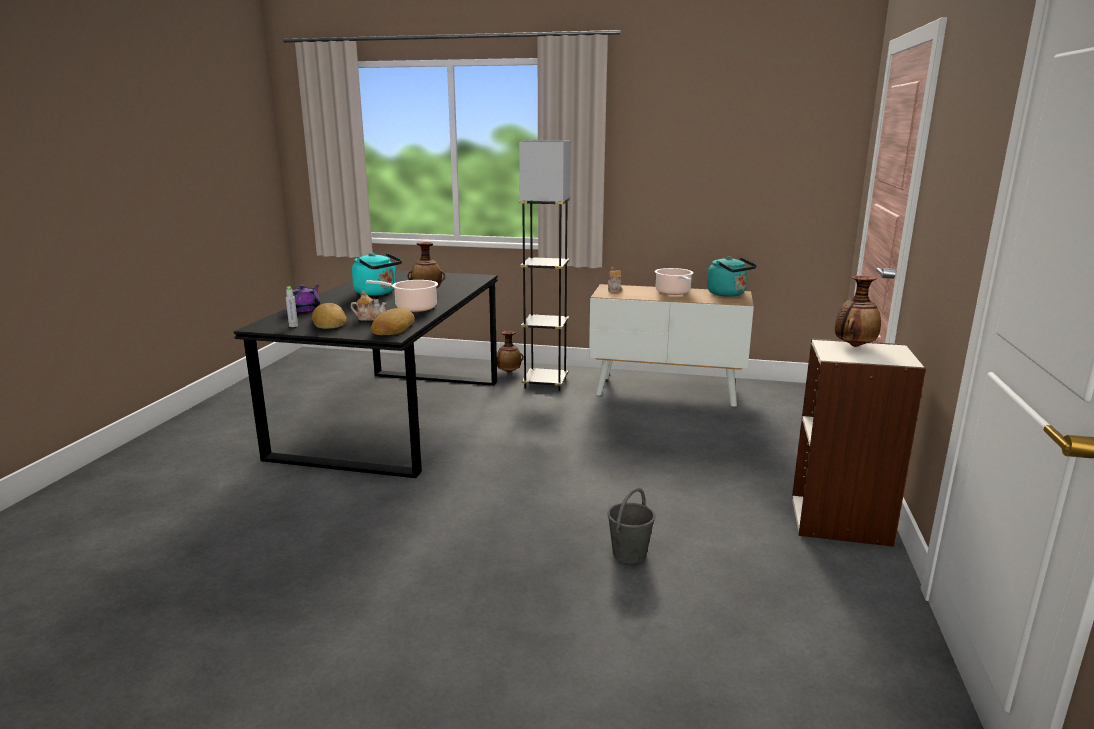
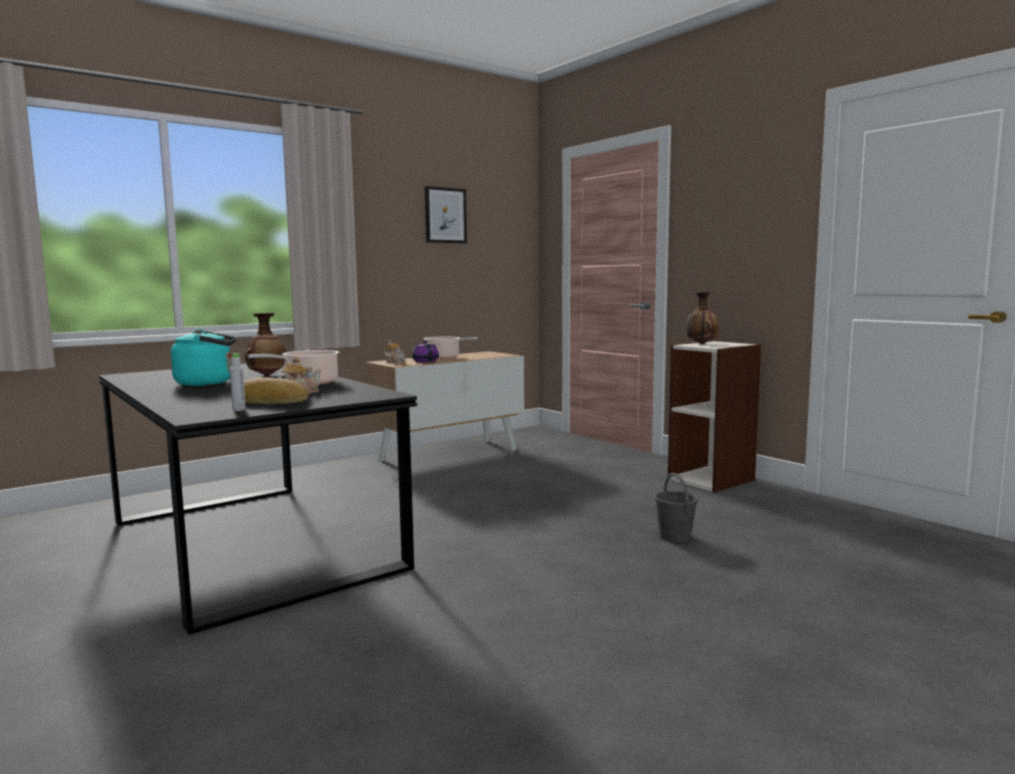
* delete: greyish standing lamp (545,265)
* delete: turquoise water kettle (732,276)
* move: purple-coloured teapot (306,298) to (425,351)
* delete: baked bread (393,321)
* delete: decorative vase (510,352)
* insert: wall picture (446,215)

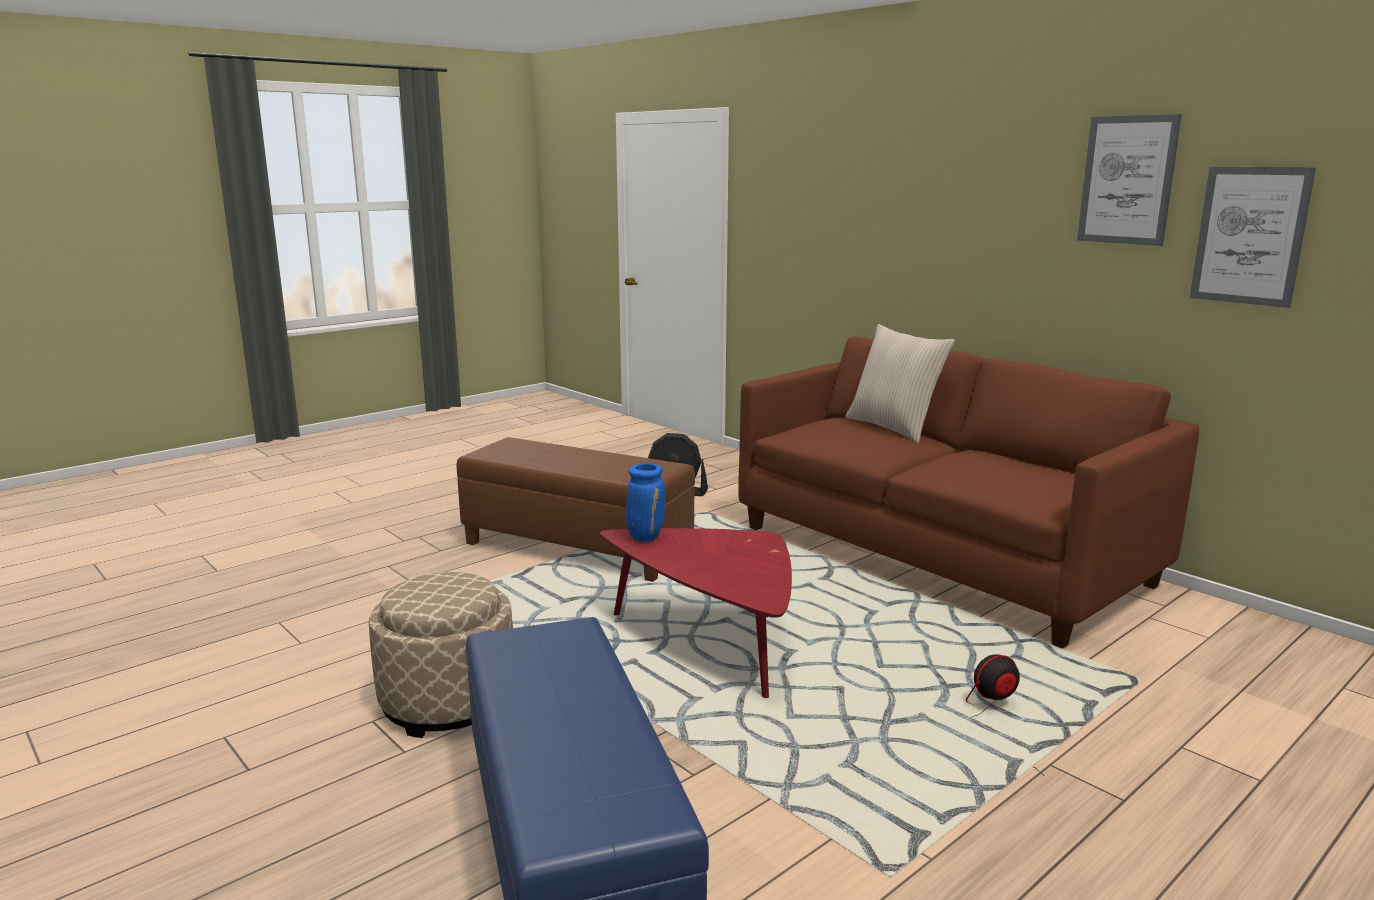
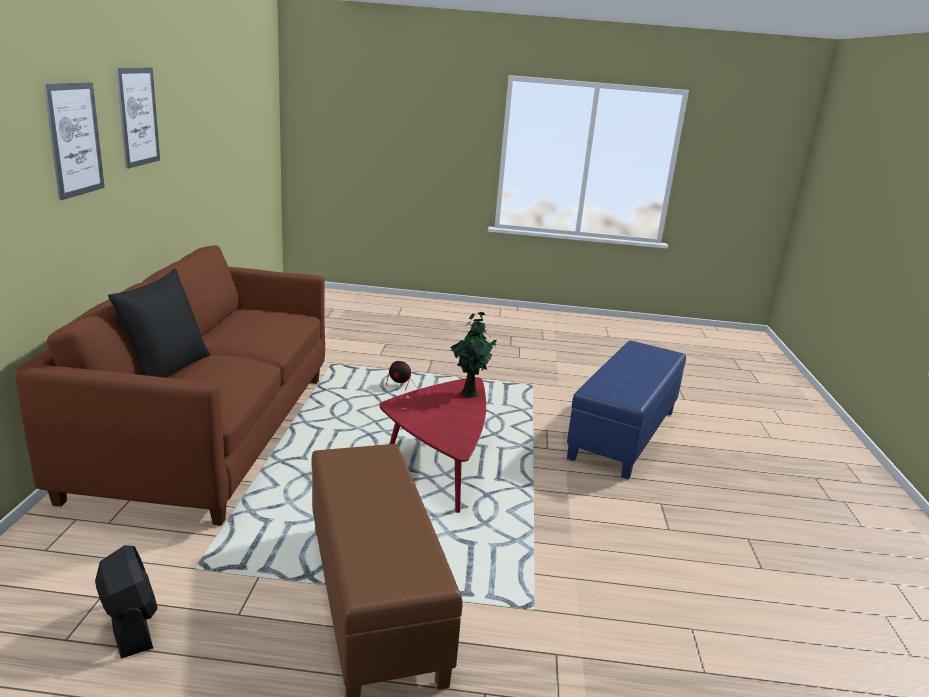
* move: wall picture (1253,237) to (74,141)
* recolor: beige-coloured throw pillow (900,383) to blackish throw pillow (159,323)
* delete: blue decorative vase (645,502)
* delete: beige-coloured pouffe (441,655)
* insert: potted plant (473,355)

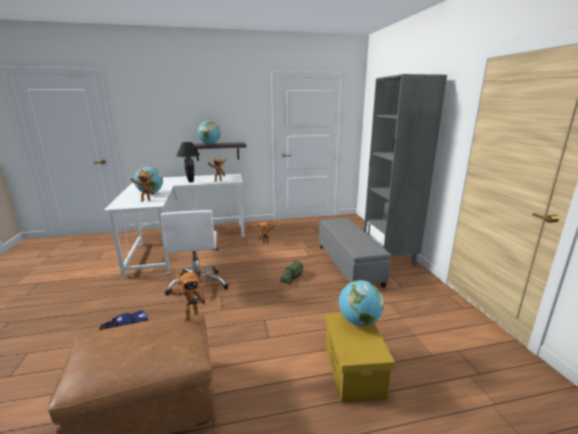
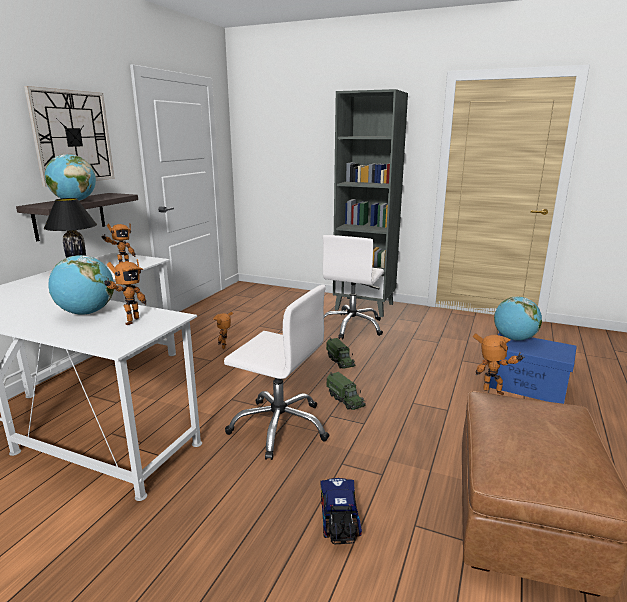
* replace: greyish pouffe (355,253) to white-coloured computer chair (353,287)
* rotate: model robot (186,295) = (499,364) 45 degrees counterclockwise
* recolor: yellow-coloured storage box (360,358) to blue storage box (533,368)
* insert: wall clock (69,136)
* insert: toy truck (346,391)

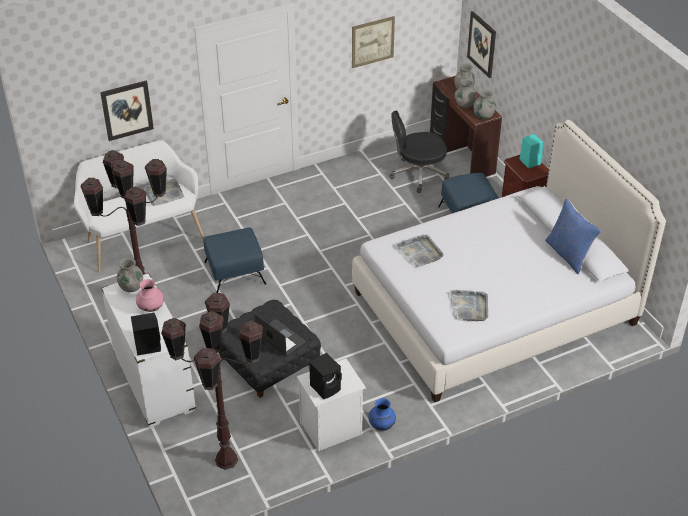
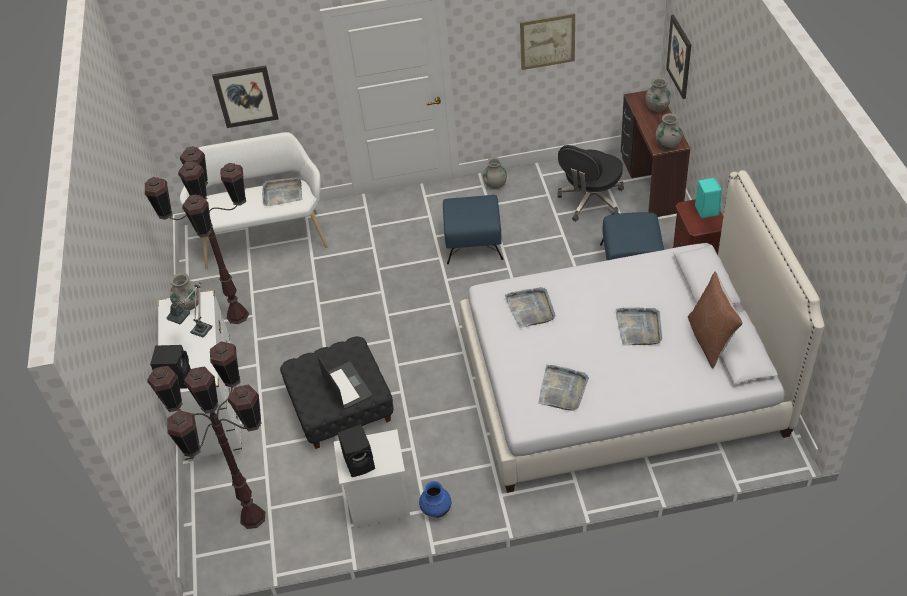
* move: greyish decorative vase (466,93) to (495,173)
* rotate: blackish computer chair (419,152) = (590,183) 60 degrees counterclockwise
* recolor: blue throw pillow (573,236) to brownish throw pillow (715,320)
* move: blue pouffe (234,260) to (473,229)
* replace: pink decorative vase (150,295) to table lamp (189,310)
* insert: greyish tray (639,326)

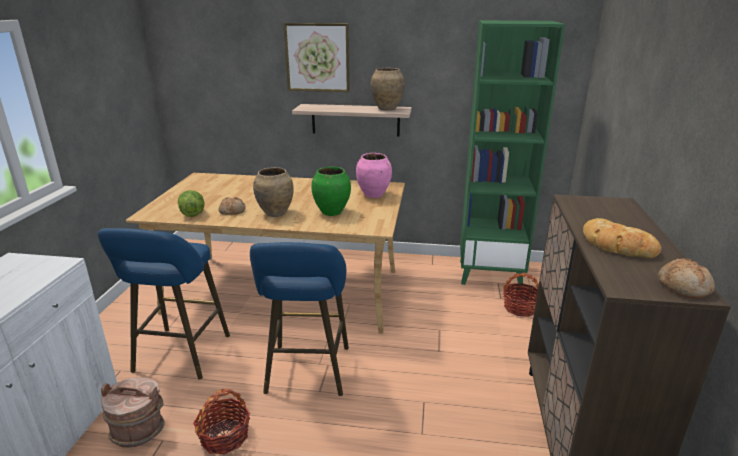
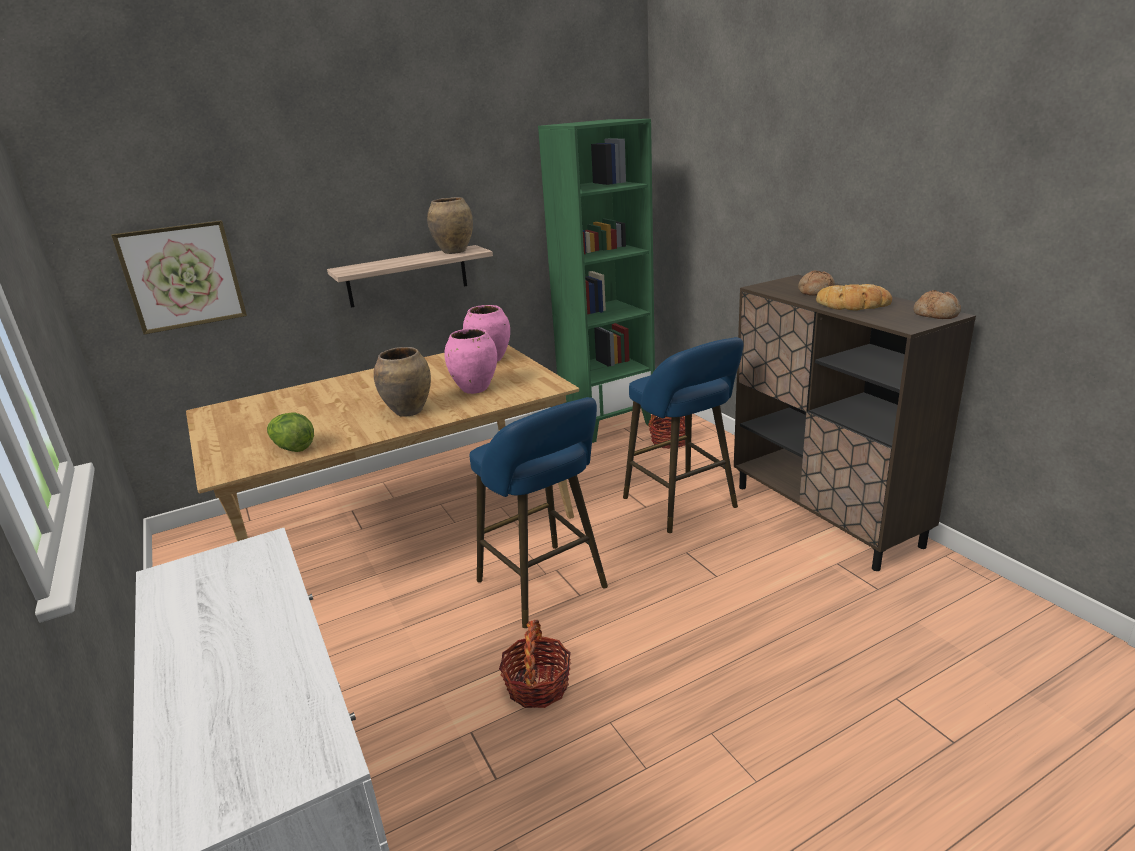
* move: wall picture (316,57) to (179,277)
* recolor: green decorative vase (331,191) to pink decorative vase (471,361)
* move: baked bread (232,206) to (816,283)
* move: blue stool (164,304) to (683,435)
* delete: brownish pail (133,412)

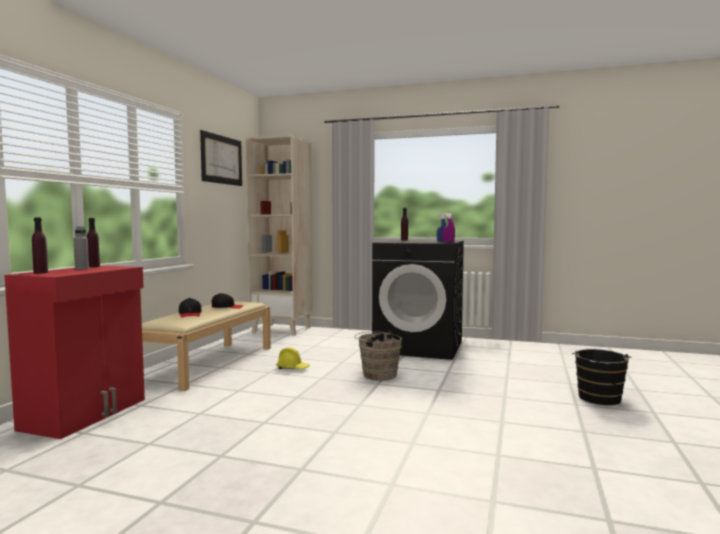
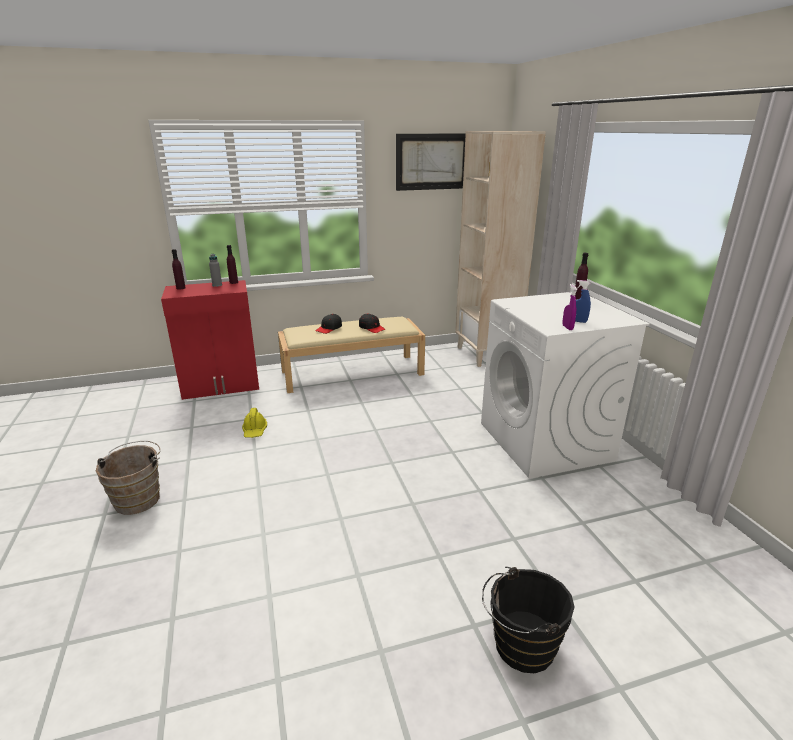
* recolor: blackish laundry appliance (418,300) to white-coloured laundry appliance (565,385)
* move: brownish pail (378,356) to (128,478)
* move: yellow-coloured safety helmet (293,358) to (254,423)

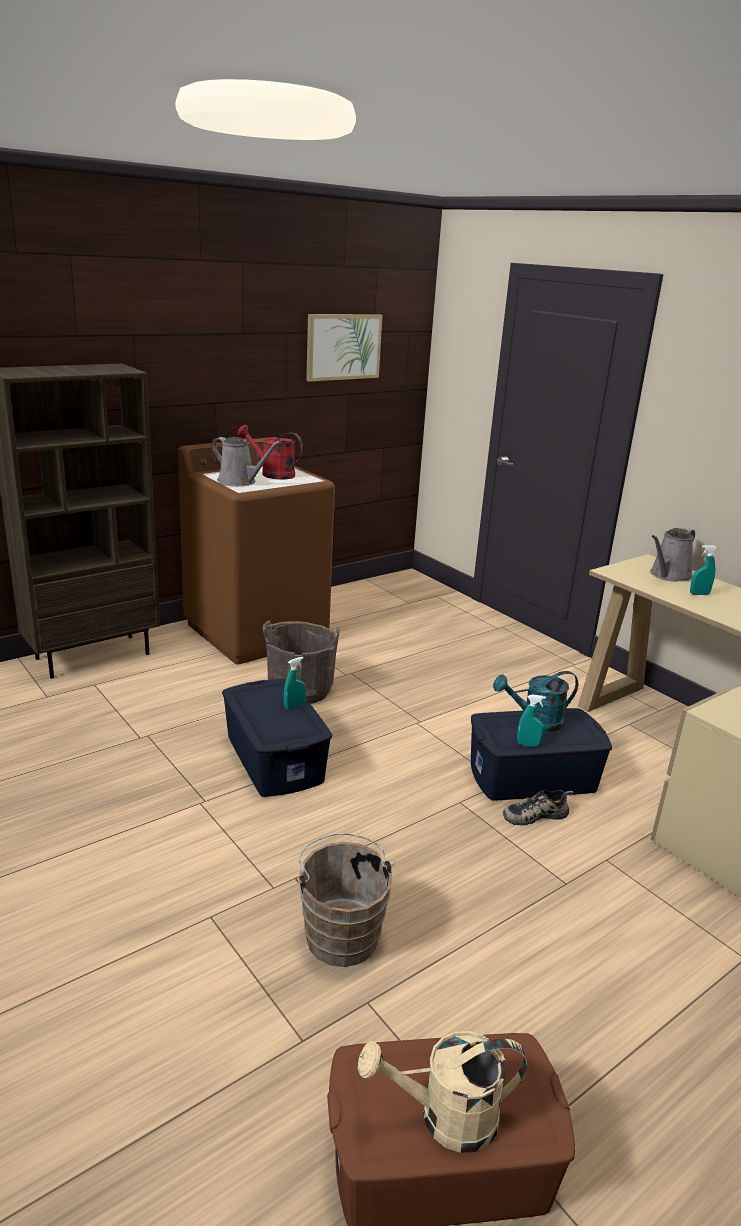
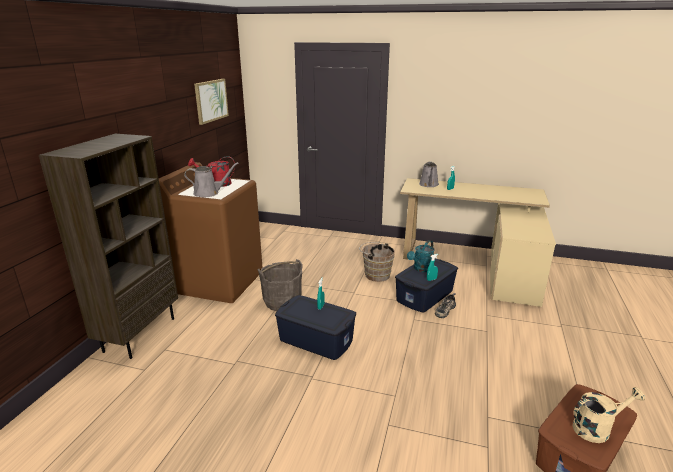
* move: brownish pail (345,900) to (377,262)
* rotate: beige-coloured watering can (442,1092) = (609,415) 150 degrees counterclockwise

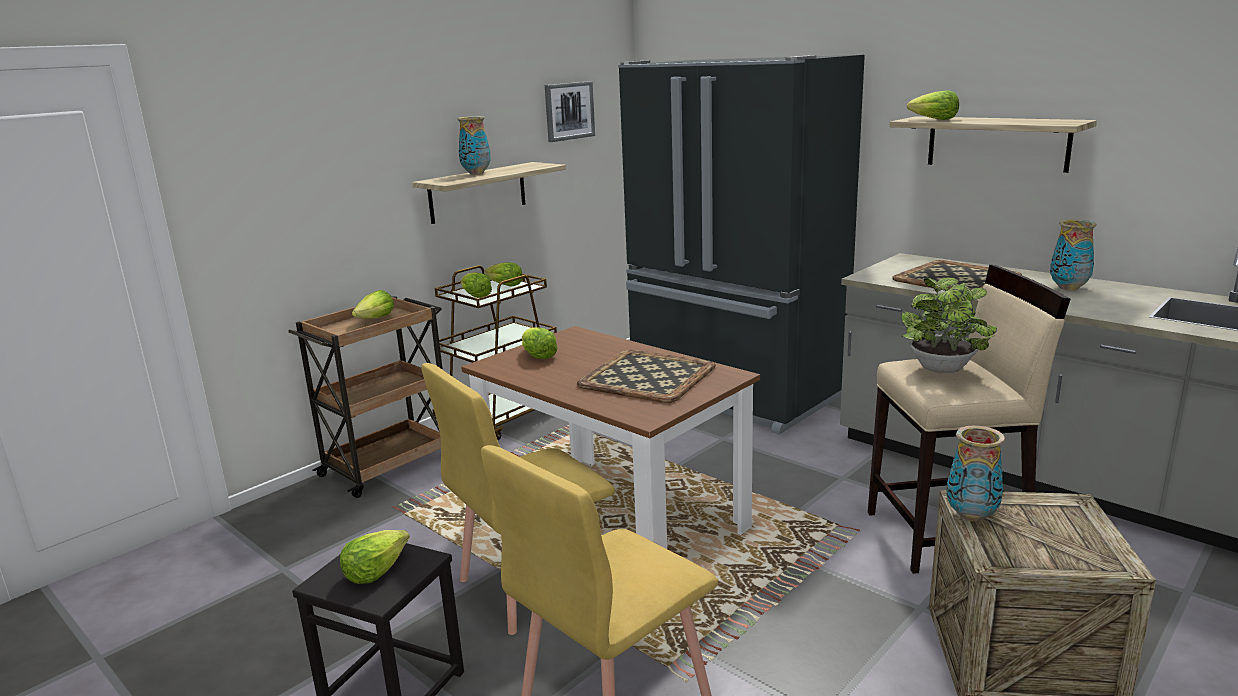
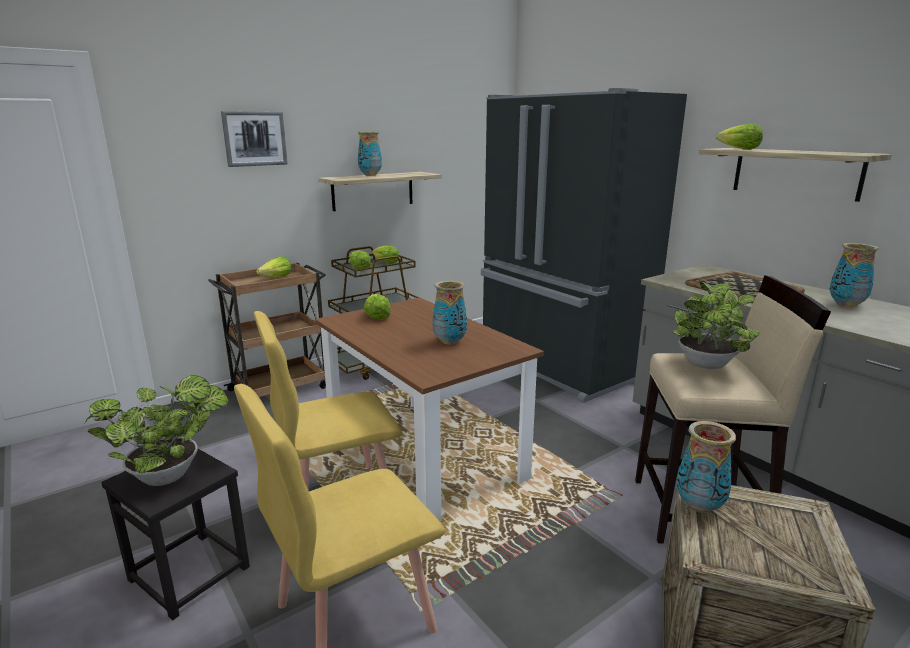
* move: wall picture (570,111) to (254,139)
* replace: tray (646,376) to decorative vase (450,312)
* replace: lettuce (375,557) to potted plant (157,430)

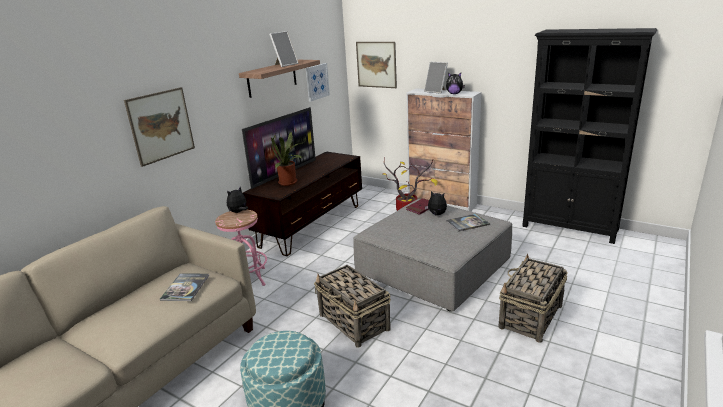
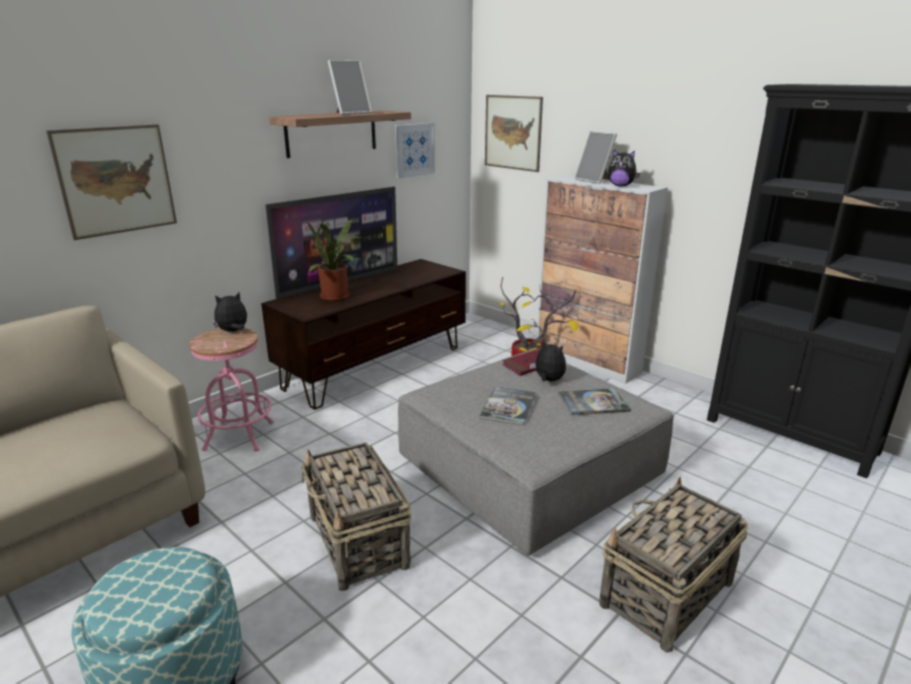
* move: bound book (184,287) to (507,406)

